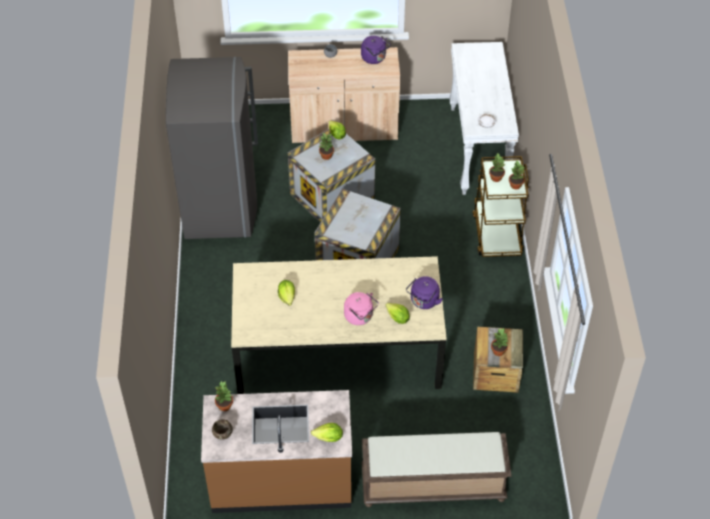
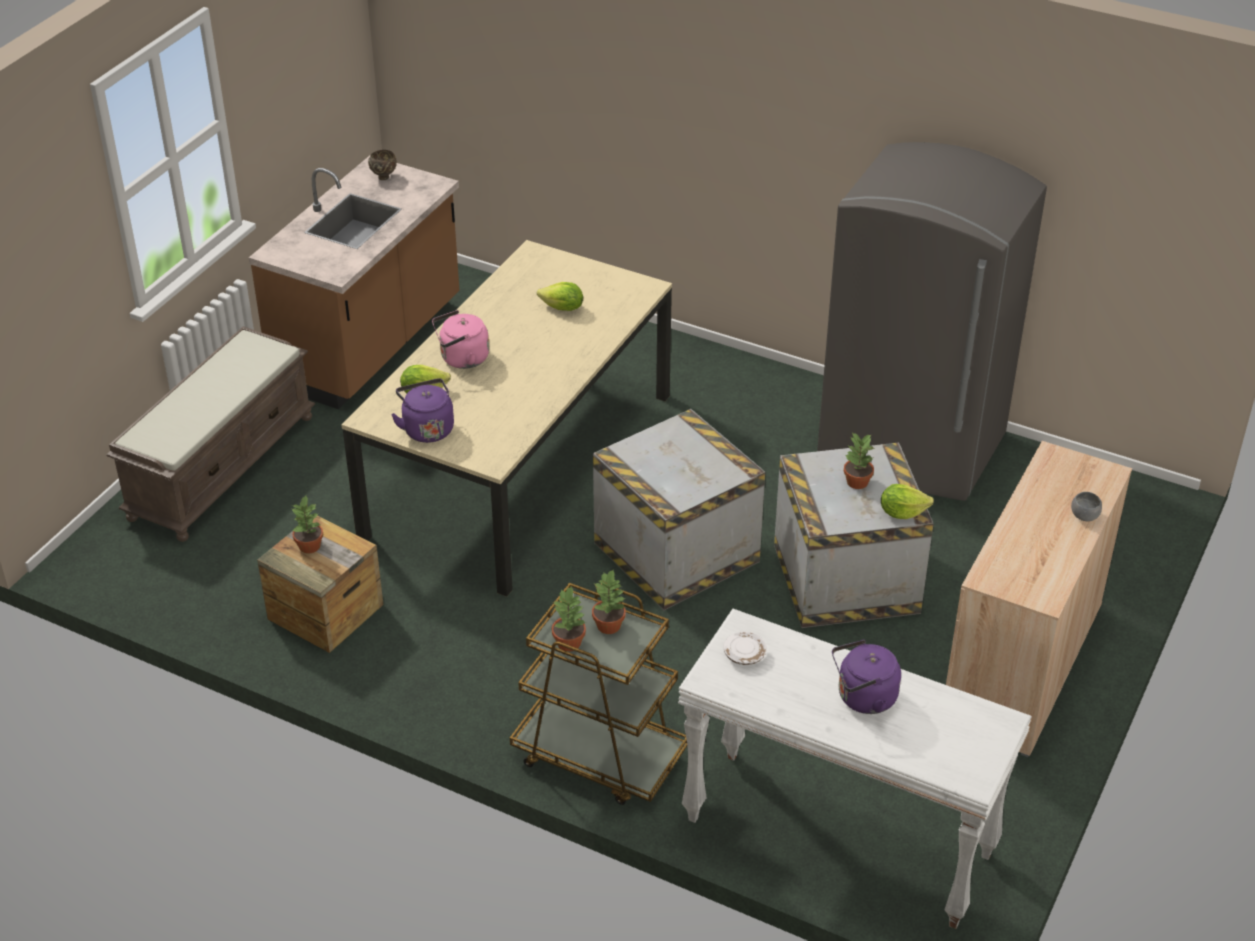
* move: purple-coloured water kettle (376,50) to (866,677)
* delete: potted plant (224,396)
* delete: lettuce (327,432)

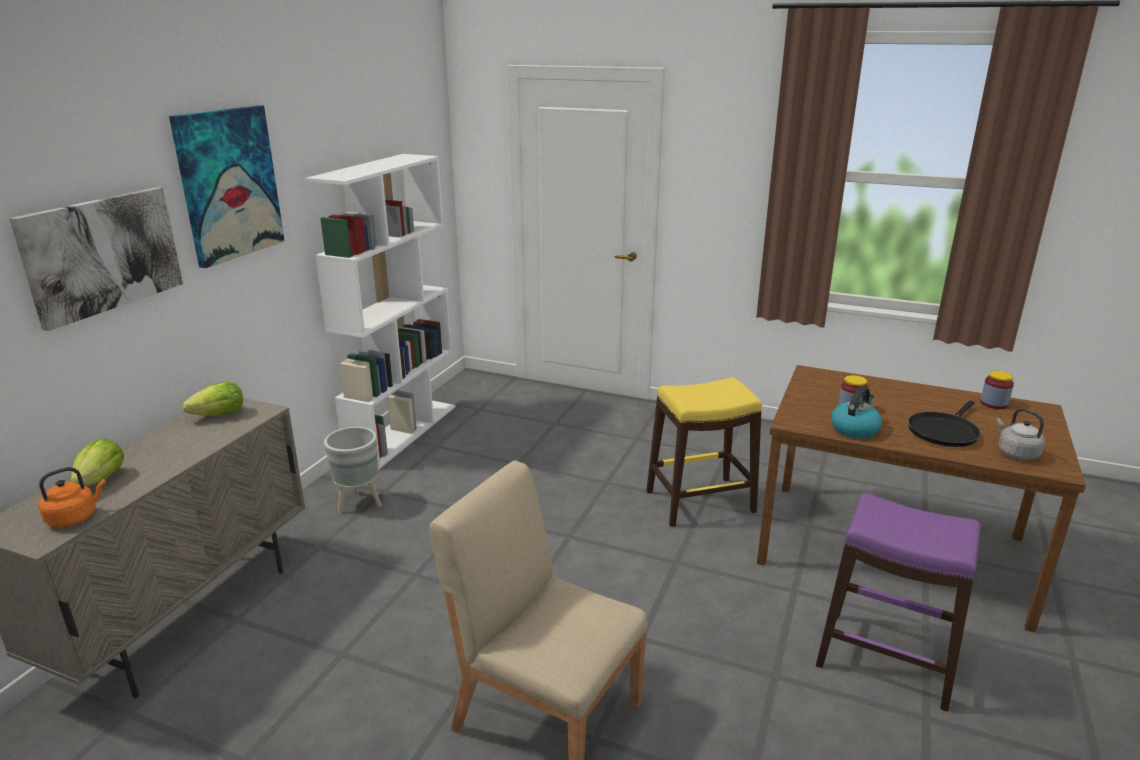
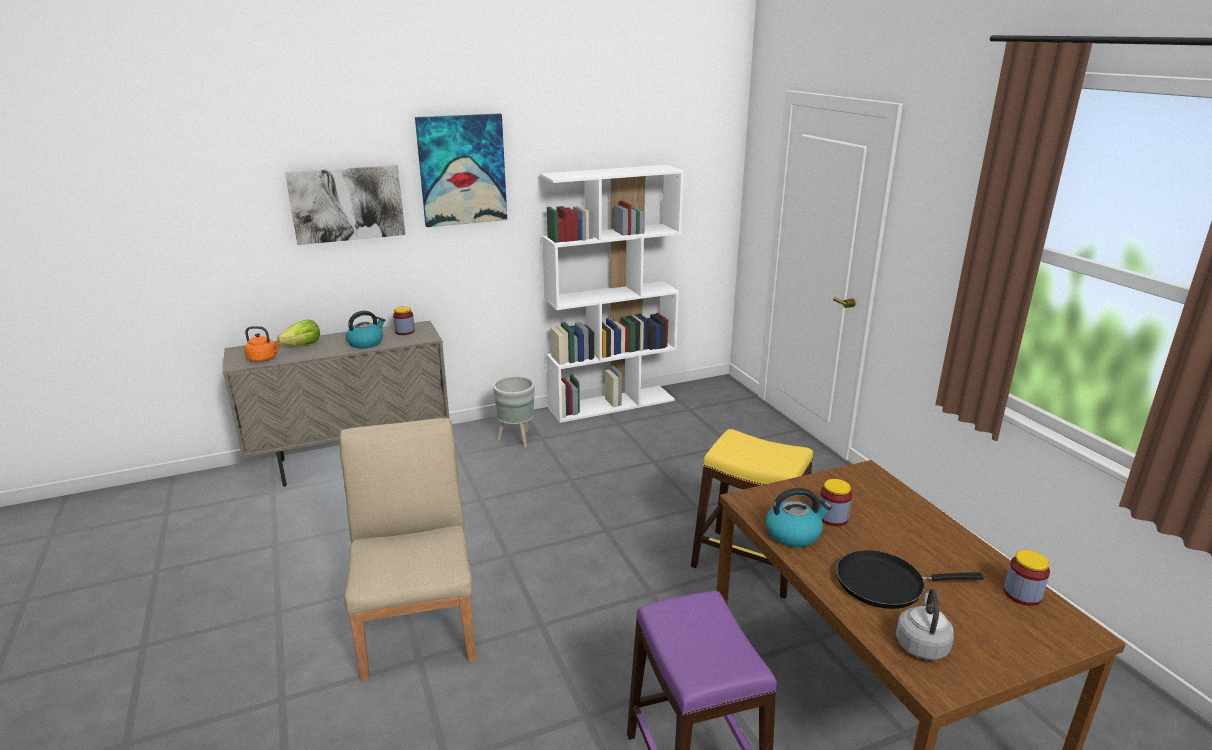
* replace: lettuce (212,398) to storage jar (404,320)
* insert: water kettle (365,330)

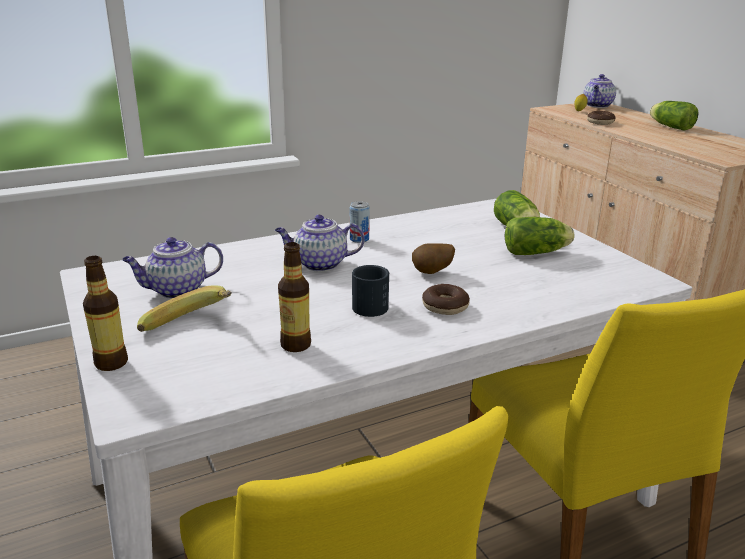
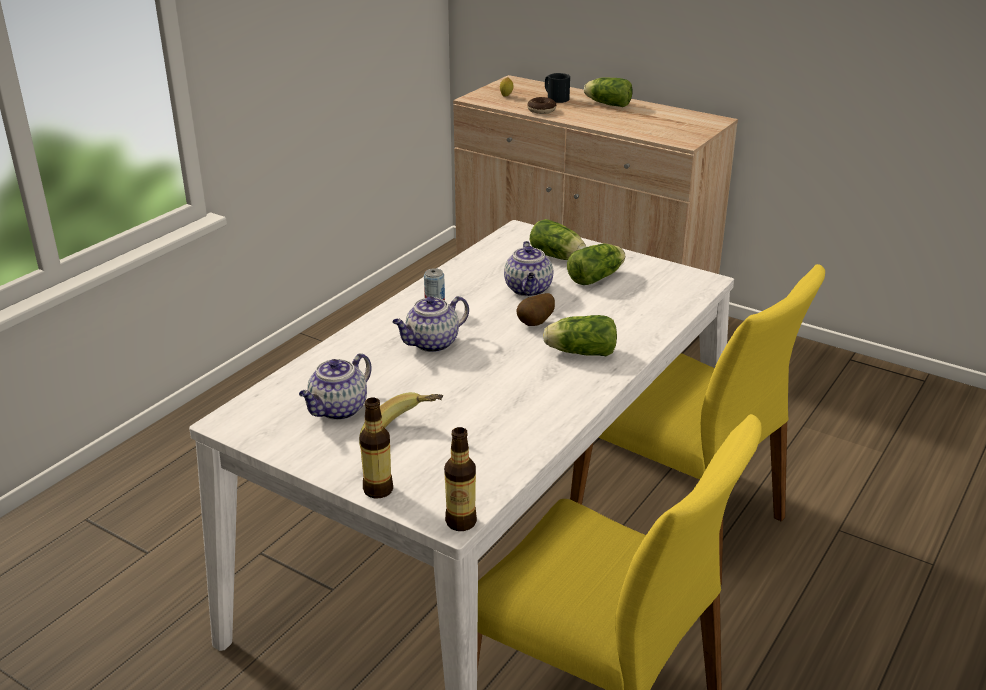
* move: teapot (599,91) to (528,269)
* move: bottle (294,297) to (460,479)
* move: blackish mug (370,291) to (557,88)
* replace: ring doughnut (446,299) to lettuce (580,335)

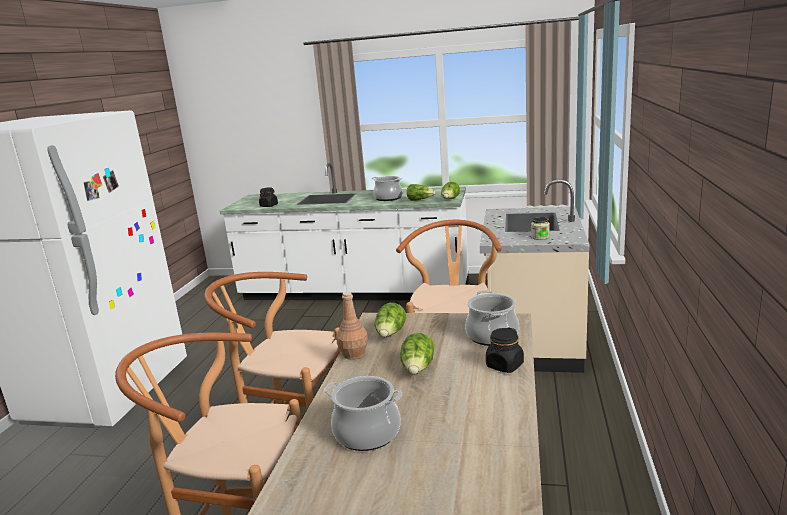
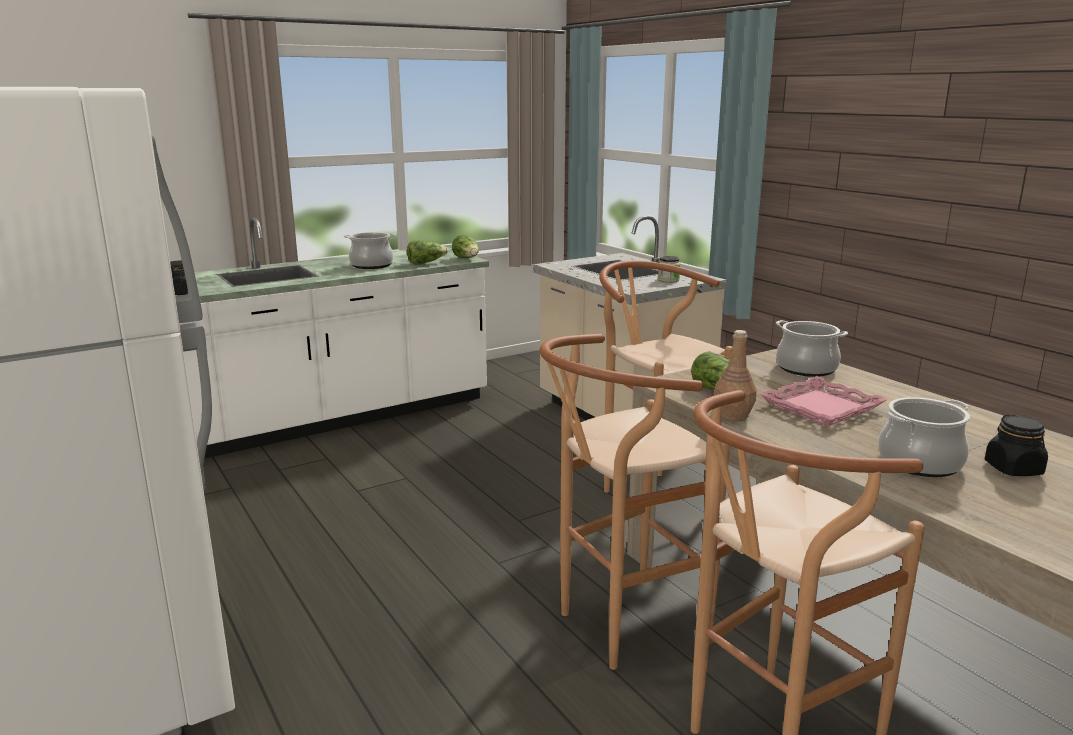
* move: blackish storage jar (505,350) to (1016,445)
* replace: lettuce (417,353) to pink tray (824,401)

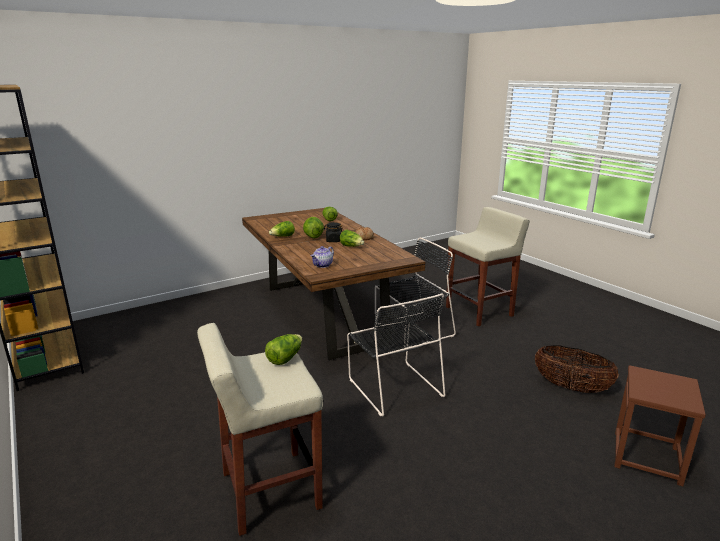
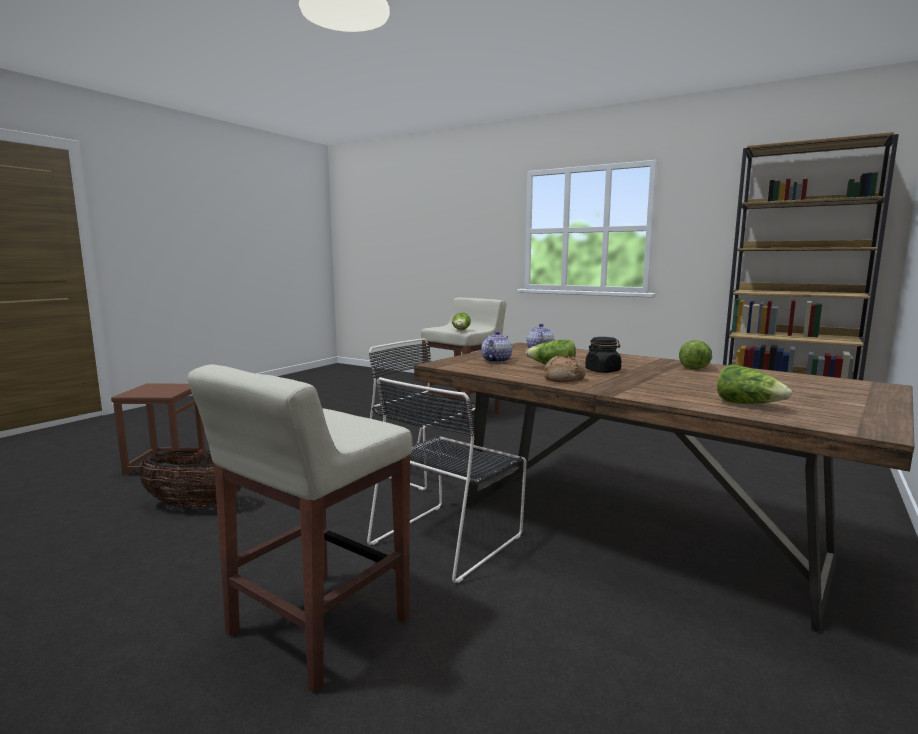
* delete: lettuce (313,227)
* insert: teapot (496,347)

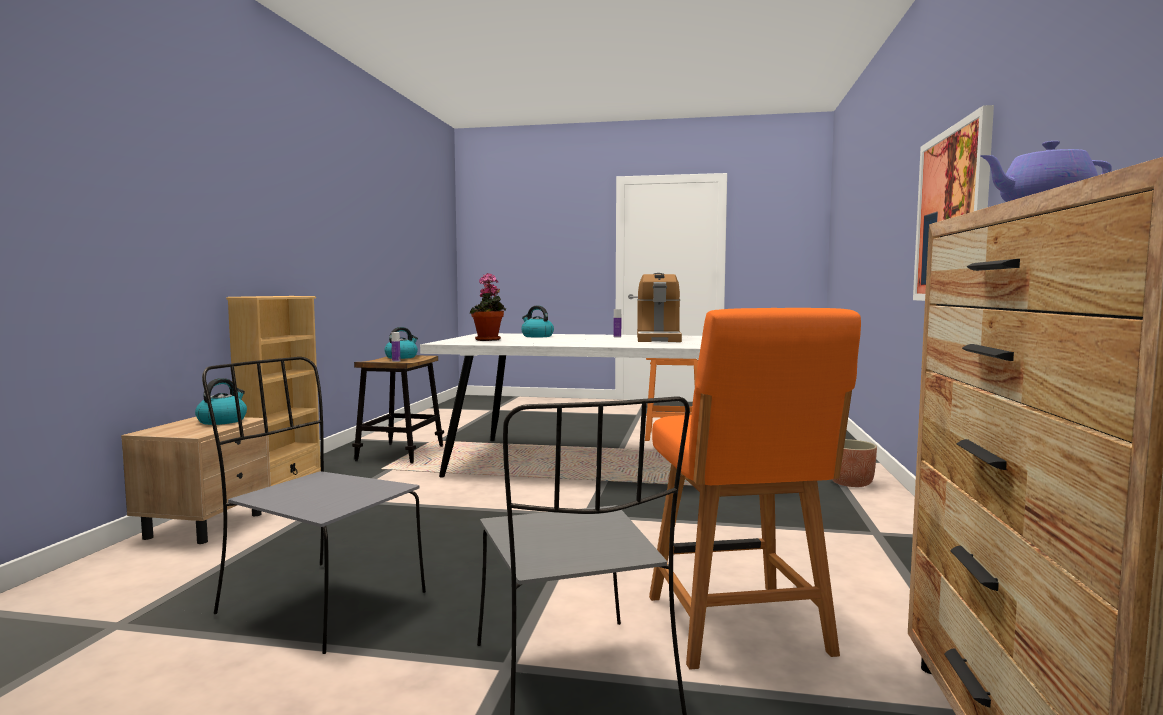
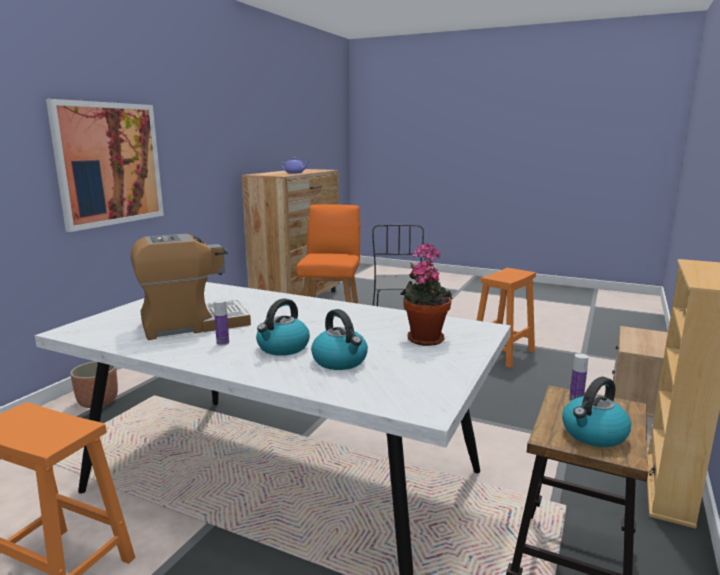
* rotate: coffee maker (659,307) = (191,287) 45 degrees clockwise
* replace: greyish upright chair (314,505) to orange stool (506,318)
* move: water kettle (221,401) to (283,327)

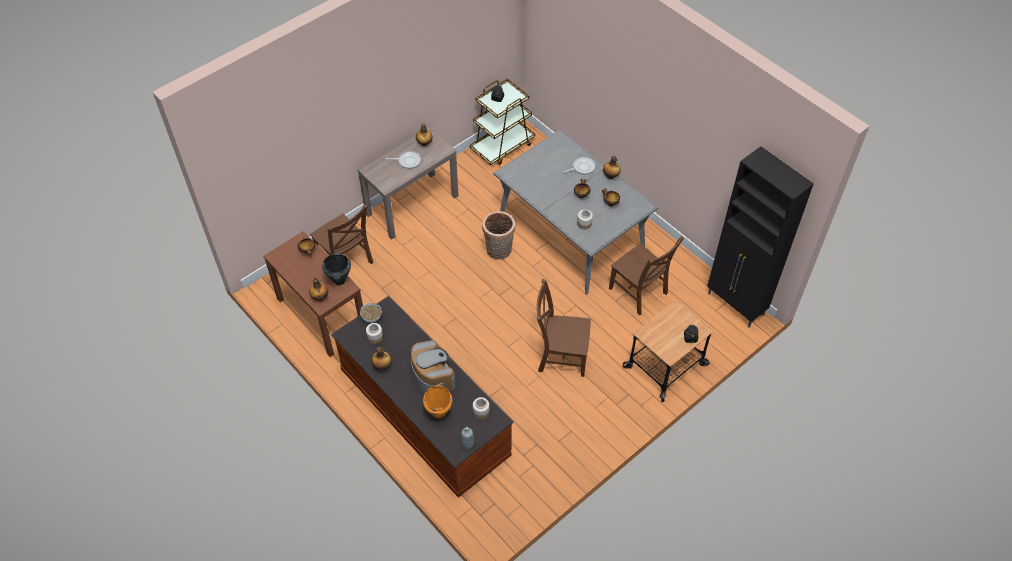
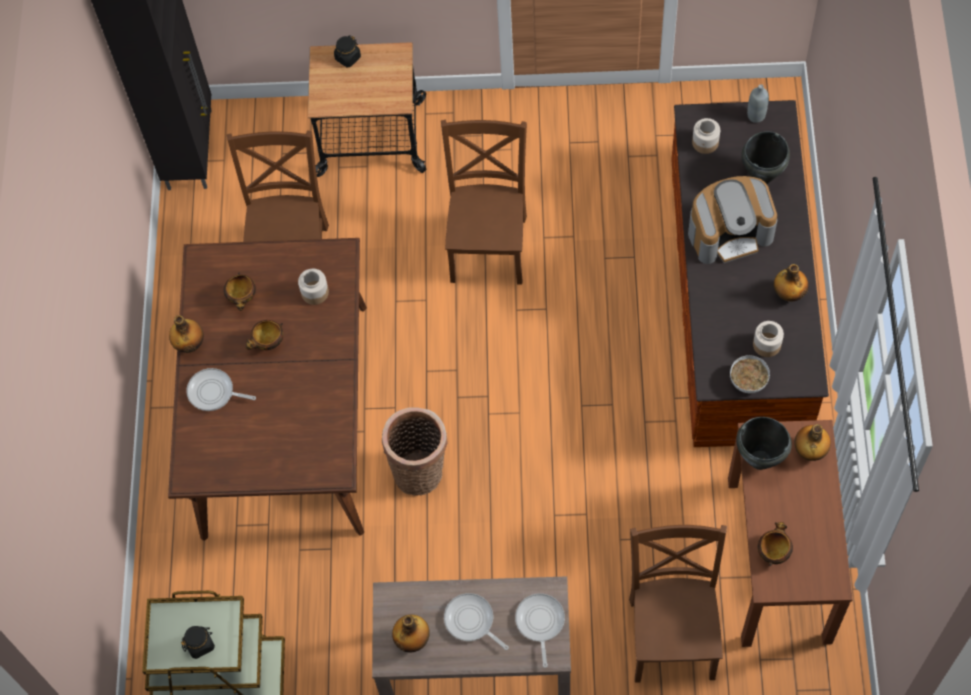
* recolor: greyish kitchen table (575,212) to brownish kitchen table (267,389)
* rotate: brownish upright chair (563,328) = (484,202) 135 degrees counterclockwise
* rotate: coffee maker (433,367) = (732,220) 120 degrees counterclockwise
* recolor: orange cooking pot (437,401) to blackish cooking pot (765,157)
* insert: frying pan (540,630)

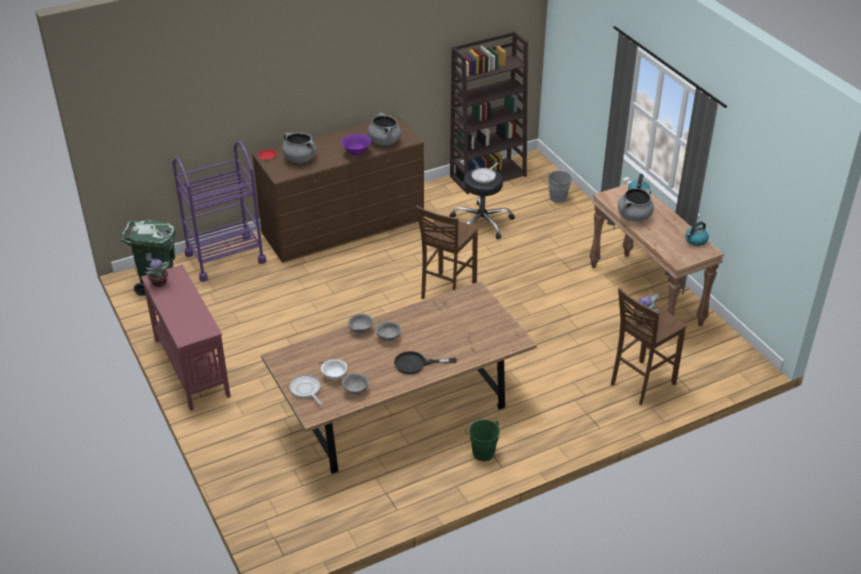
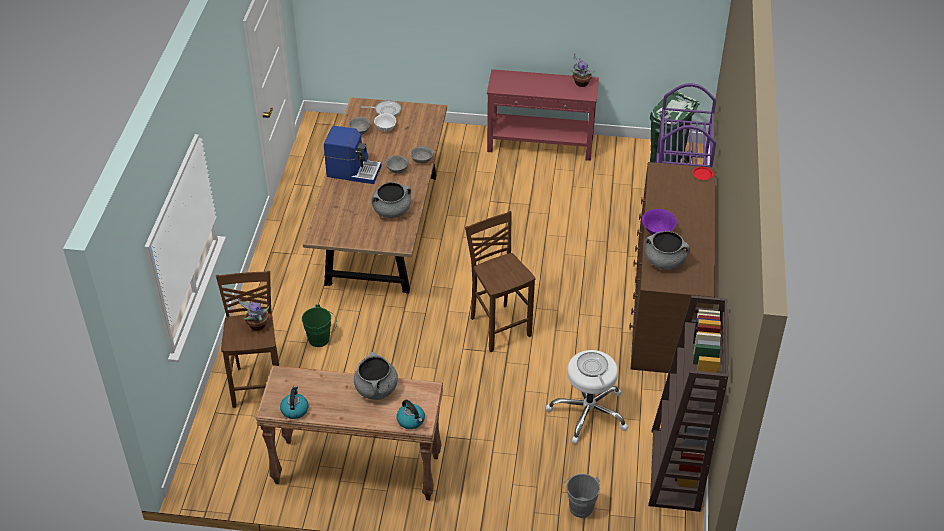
* move: greyish cooking pot (299,147) to (391,200)
* recolor: blackish stool (482,204) to white-coloured stool (587,397)
* replace: blackish frying pan (425,362) to coffee maker (353,155)
* move: green pail (482,440) to (319,326)

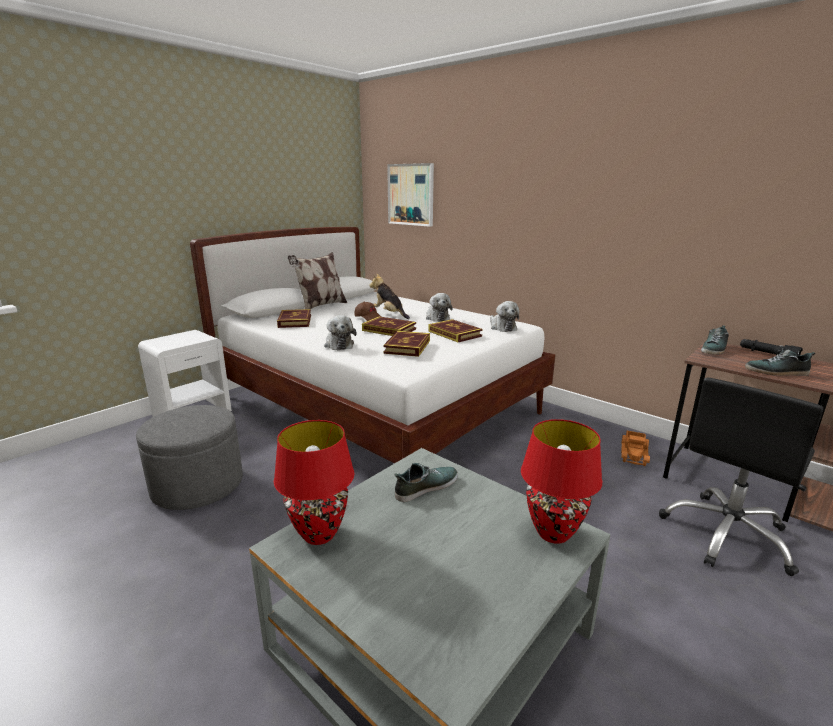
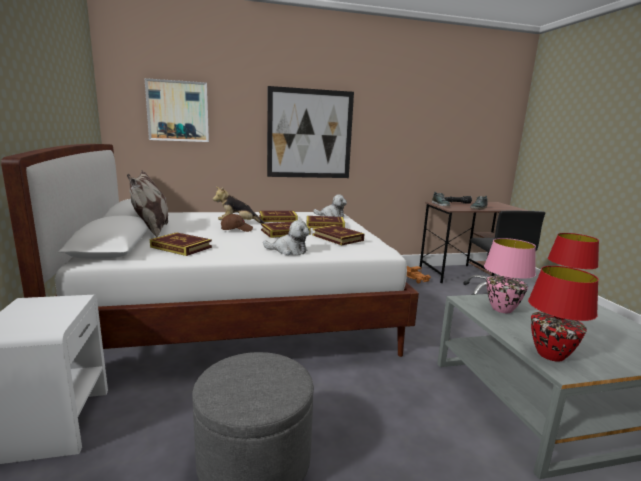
* replace: plush toy (439,307) to bound book (278,216)
* replace: shoe (426,482) to pink table lamp (510,275)
* insert: wall picture (310,132)

